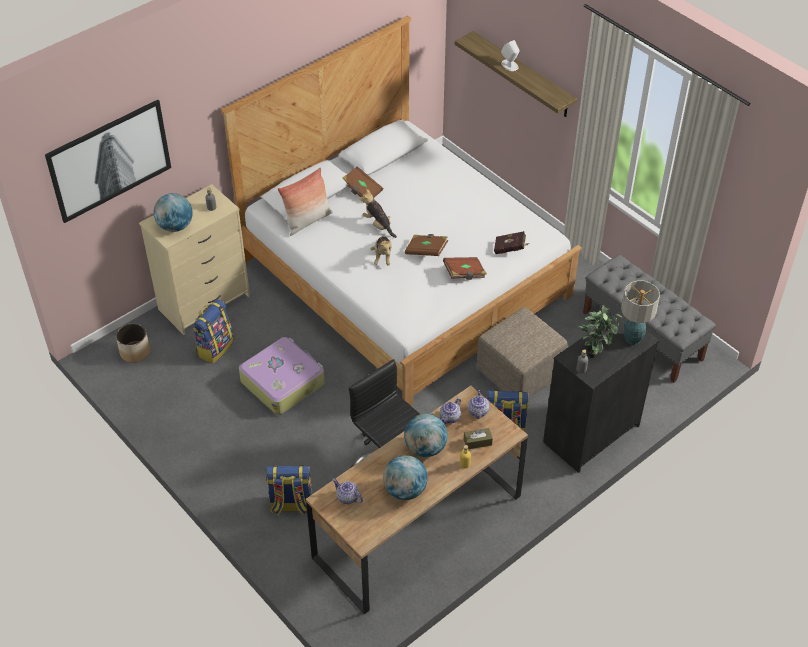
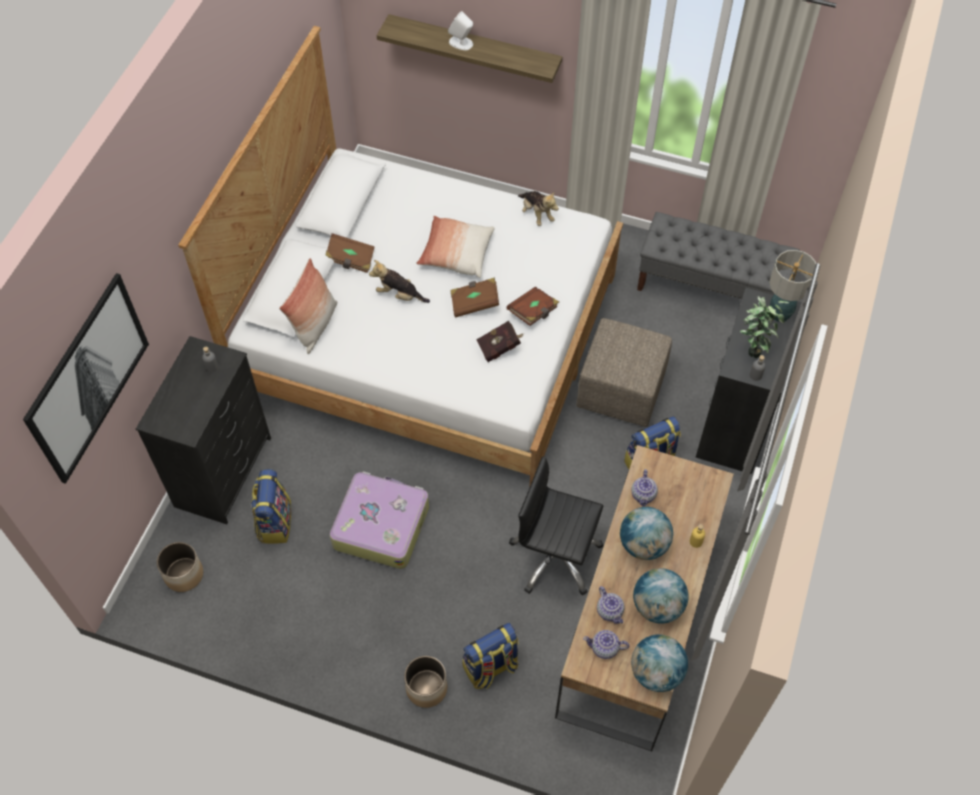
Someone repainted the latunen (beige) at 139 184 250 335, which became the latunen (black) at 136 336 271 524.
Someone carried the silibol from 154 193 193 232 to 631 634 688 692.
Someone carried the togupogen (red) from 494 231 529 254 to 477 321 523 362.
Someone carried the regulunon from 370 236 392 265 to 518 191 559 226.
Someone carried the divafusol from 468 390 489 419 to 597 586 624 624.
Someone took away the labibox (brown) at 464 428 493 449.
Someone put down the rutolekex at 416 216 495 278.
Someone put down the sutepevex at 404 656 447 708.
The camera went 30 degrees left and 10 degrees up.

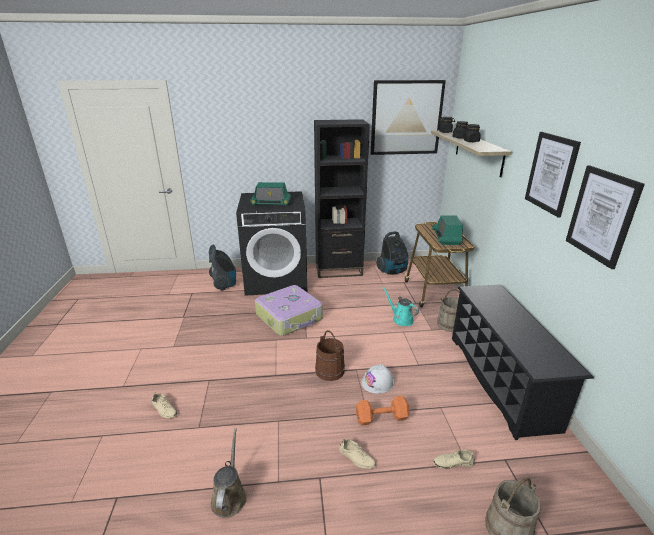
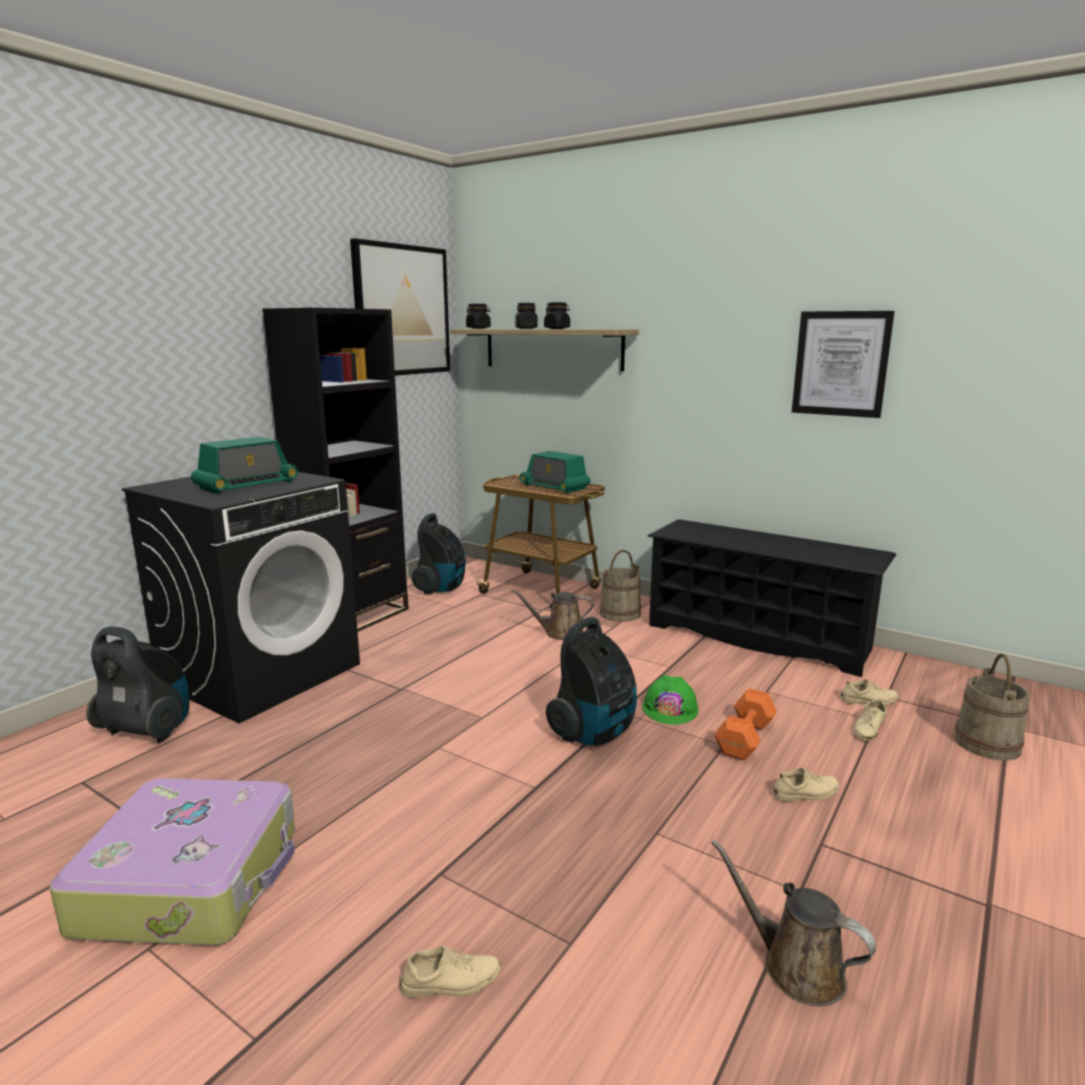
Someone took away the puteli at 525 132 581 217.
Someone carried the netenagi from 255 285 323 336 to 50 778 295 945.
Someone repainted the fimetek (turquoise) at 382 287 419 326, which became the fimetek (brown) at 512 589 593 640.
Someone swapped the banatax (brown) at 315 330 345 381 for the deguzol at 546 617 637 746.
Someone repainted the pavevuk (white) at 361 364 394 394, which became the pavevuk (green) at 642 675 698 725.
Someone put down the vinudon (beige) at 840 679 898 705.
The camera went 50 degrees left and 10 degrees down.

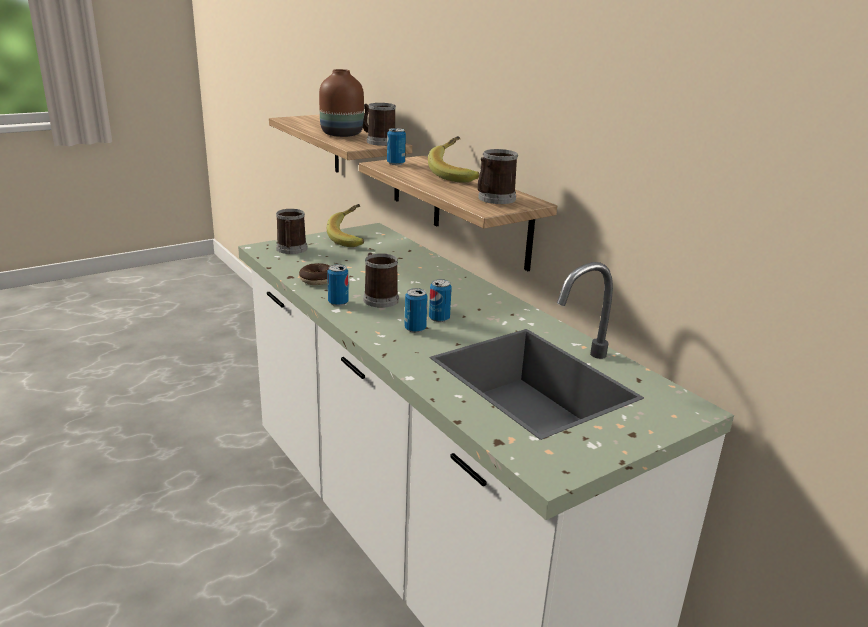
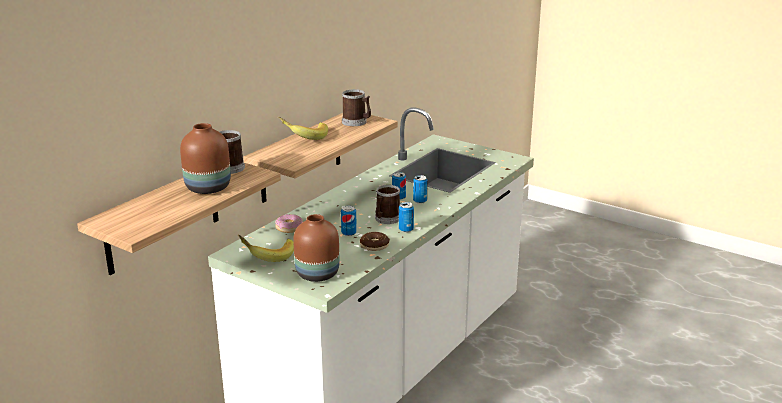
Someone carried the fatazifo from 387 128 406 165 to 341 205 357 236.
Someone swapped the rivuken at 276 209 307 254 for the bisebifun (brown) at 293 214 340 282.
Someone put down the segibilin at 275 214 303 233.
The camera went 110 degrees left and 0 degrees up.

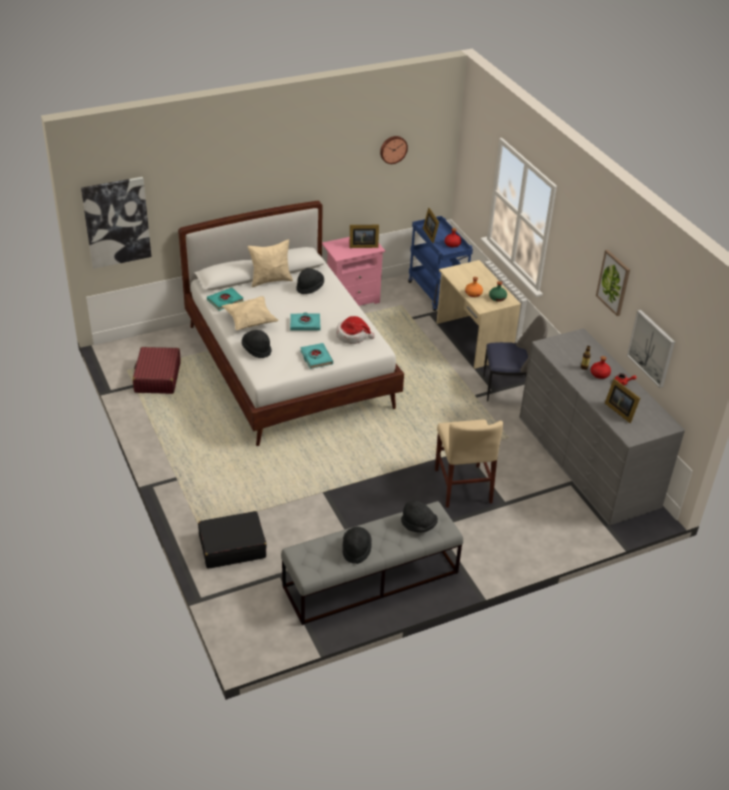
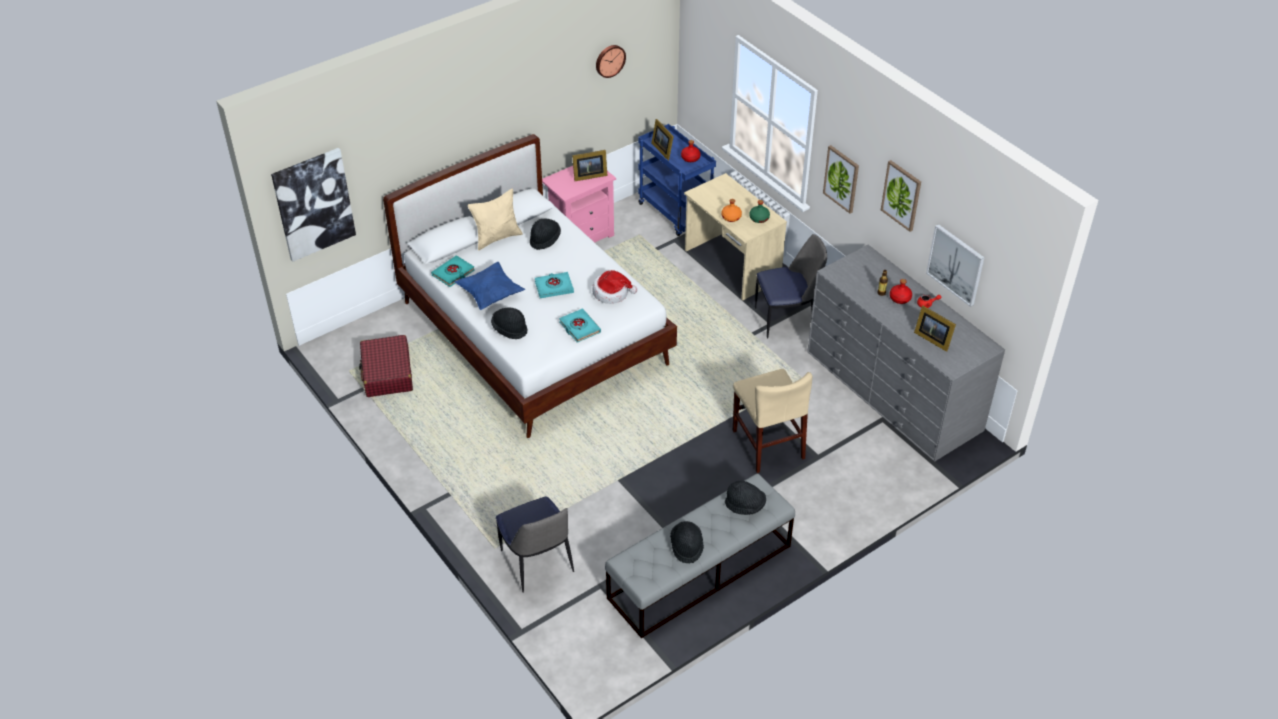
Someone repainted the rutolekex (beige) at 222 296 279 330, which became the rutolekex (blue) at 454 262 525 310.
Someone swapped the netenagi (black) at 198 511 267 569 for the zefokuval at 496 497 574 593.
Someone put up the puteli at 823 145 859 214.
The camera went 10 degrees left and 5 degrees up.

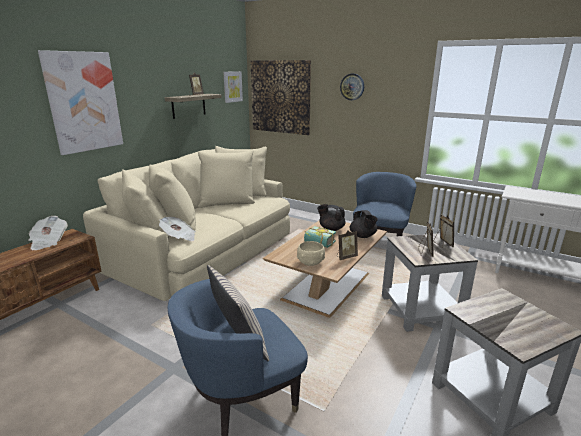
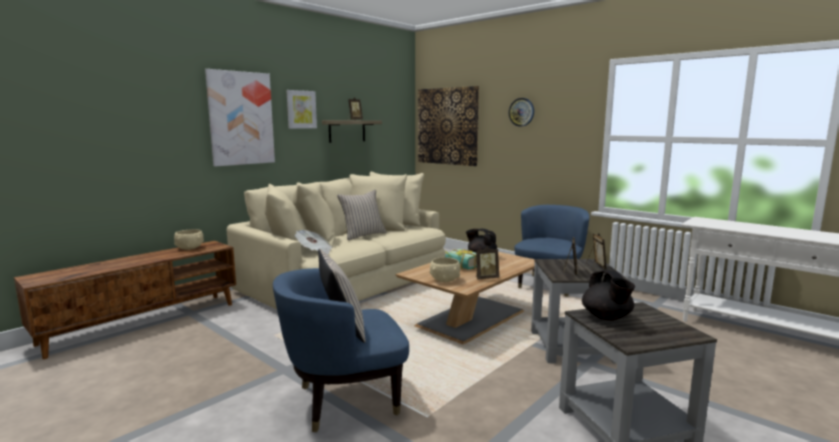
Someone carried the puteli from 223 71 243 103 to 286 90 317 129.
Someone carried the divafusol (black) from 350 210 378 238 to 582 271 635 321.
Someone swapped the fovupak at 29 216 68 250 for the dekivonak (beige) at 174 229 204 250.
Someone put down the rutolekex (beige) at 337 190 387 240.
The camera went 10 degrees right and 10 degrees down.

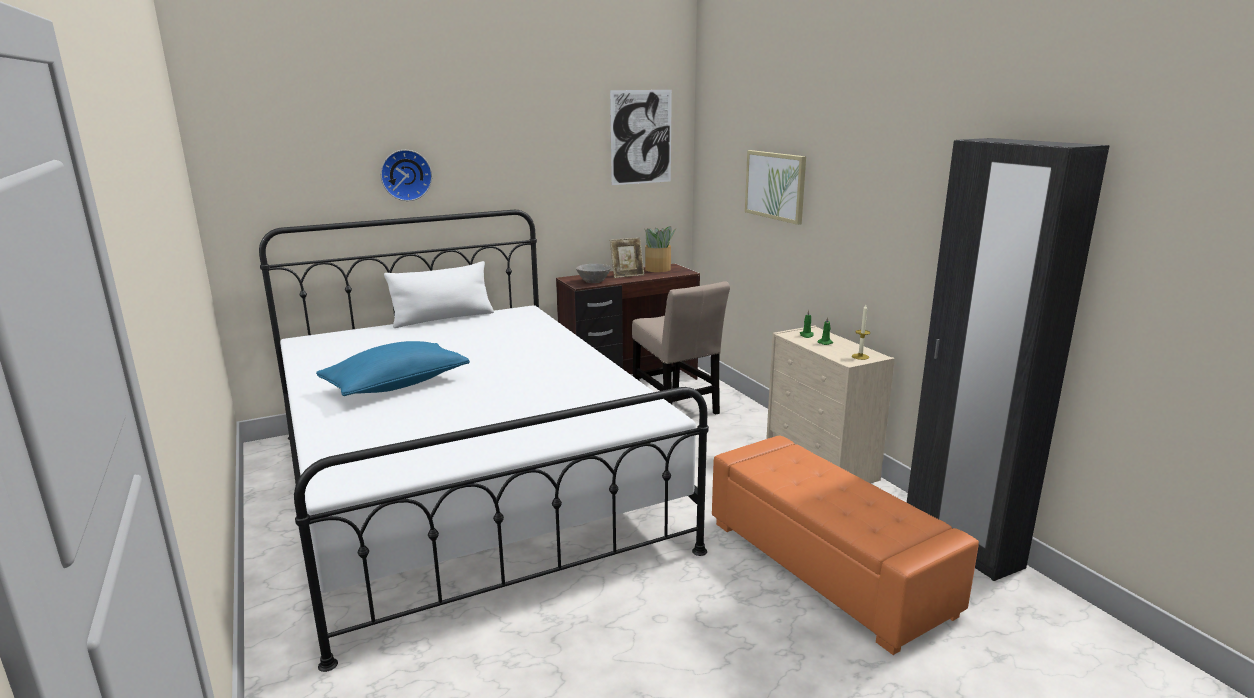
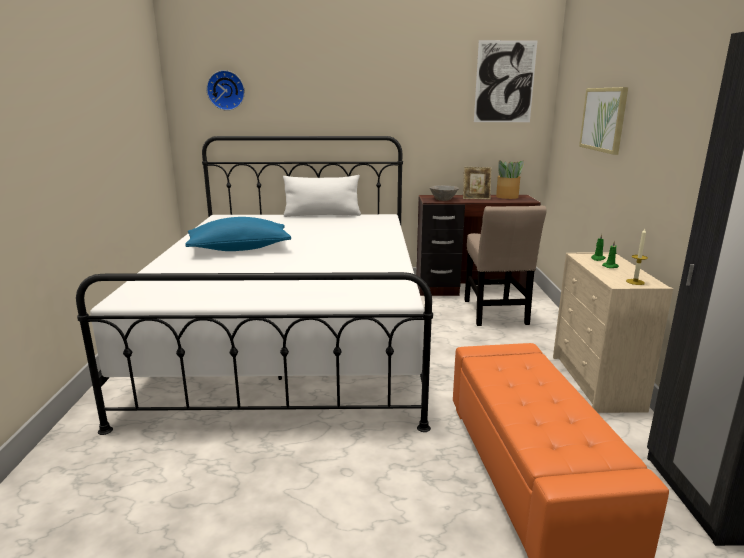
Someone carried the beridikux from 380 150 432 201 to 206 70 245 111.
The camera went 25 degrees right and 0 degrees up.

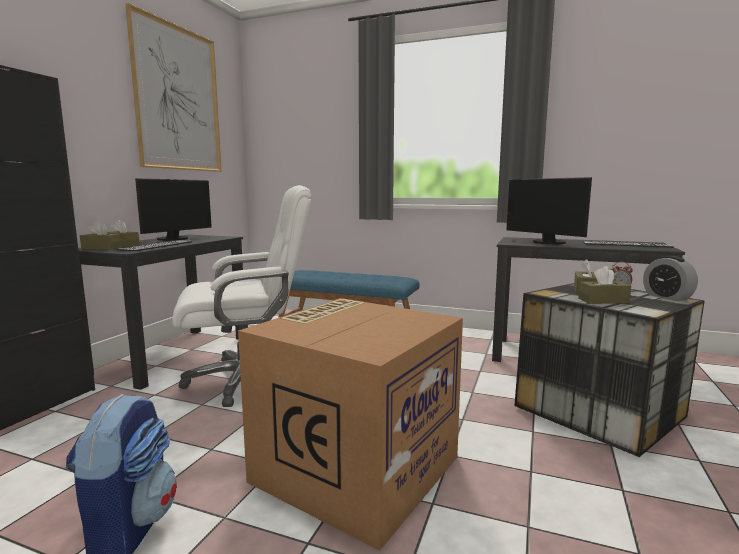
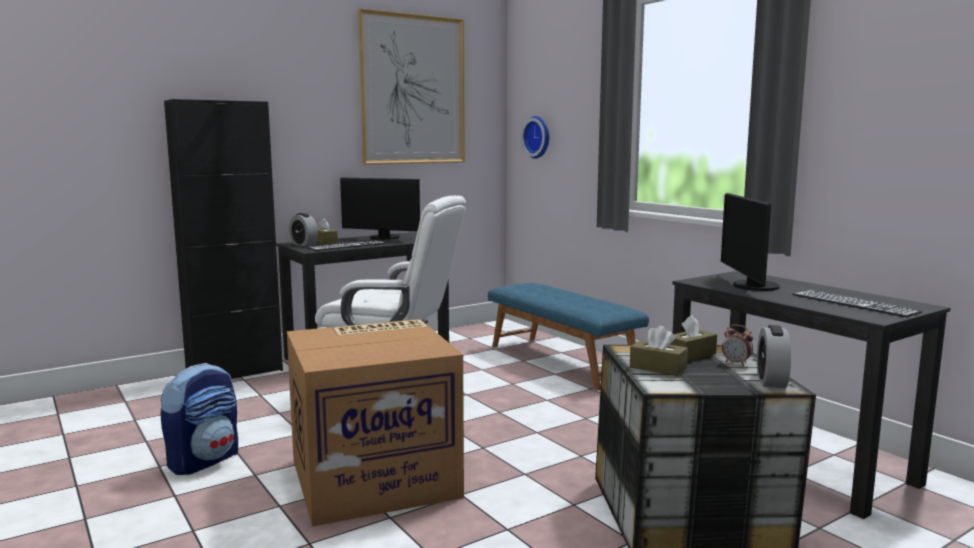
Someone rotated the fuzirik at 135 178 212 241 by 45 degrees clockwise.
Someone swapped the labibox (brown) at 80 221 122 250 for the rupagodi at 289 213 318 246.
Someone put up the beridikux at 521 116 549 159.
The camera went 35 degrees right and 0 degrees up.

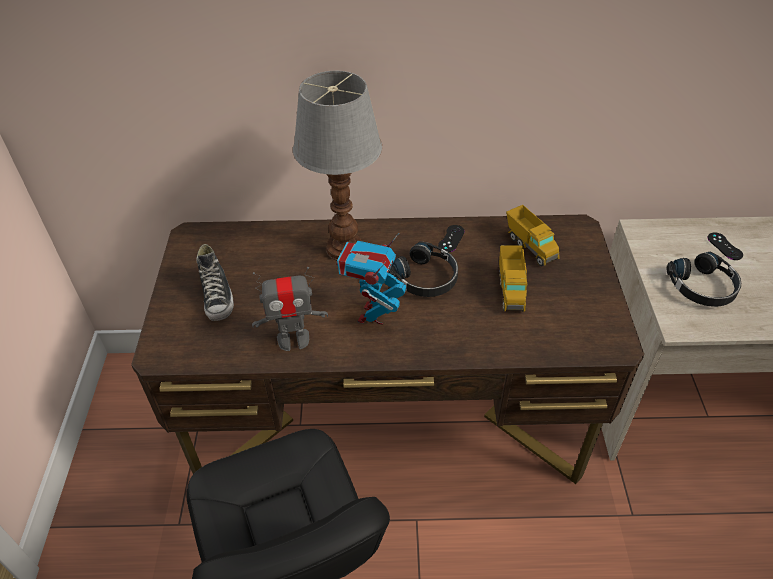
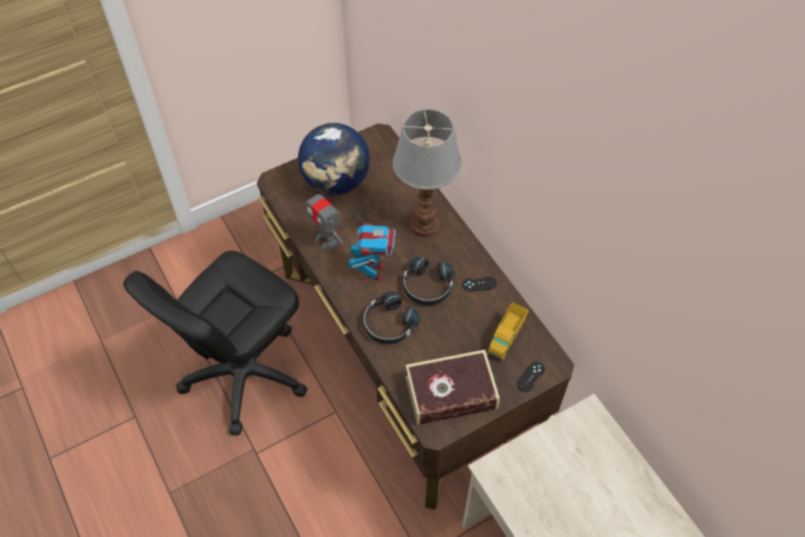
Someone rotated the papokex at 336 233 406 325 by 105 degrees clockwise.
Someone carried the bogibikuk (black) from 708 233 743 260 to 517 362 545 392.
Someone swapped the vinudon at 196 244 234 321 for the silibol at 298 123 370 195.
Someone took away the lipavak at 499 245 527 312.
Someone carried the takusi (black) from 666 252 741 307 to 363 291 421 344.
Someone put down the togupogen at 406 350 500 425.
The camera went 60 degrees right and 10 degrees up.

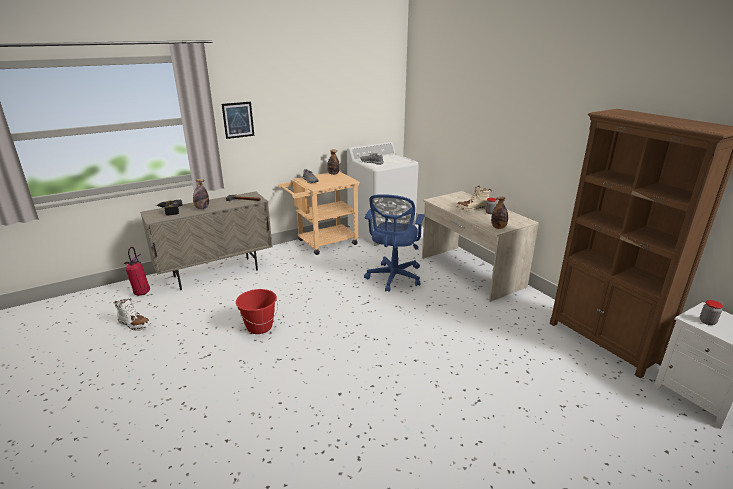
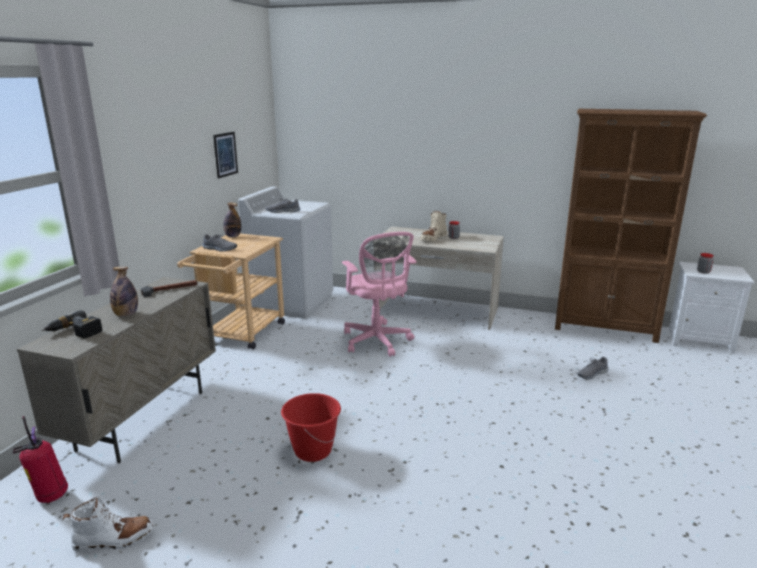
Someone carried the puteli from 222 102 254 139 to 213 132 238 179.
Someone repainted the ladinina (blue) at 364 194 425 292, which became the ladinina (pink) at 342 232 417 357.
Someone took away the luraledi at 491 197 508 229.
Someone put down the vinudon (grey) at 577 357 608 380.
The camera went 40 degrees left and 5 degrees down.

